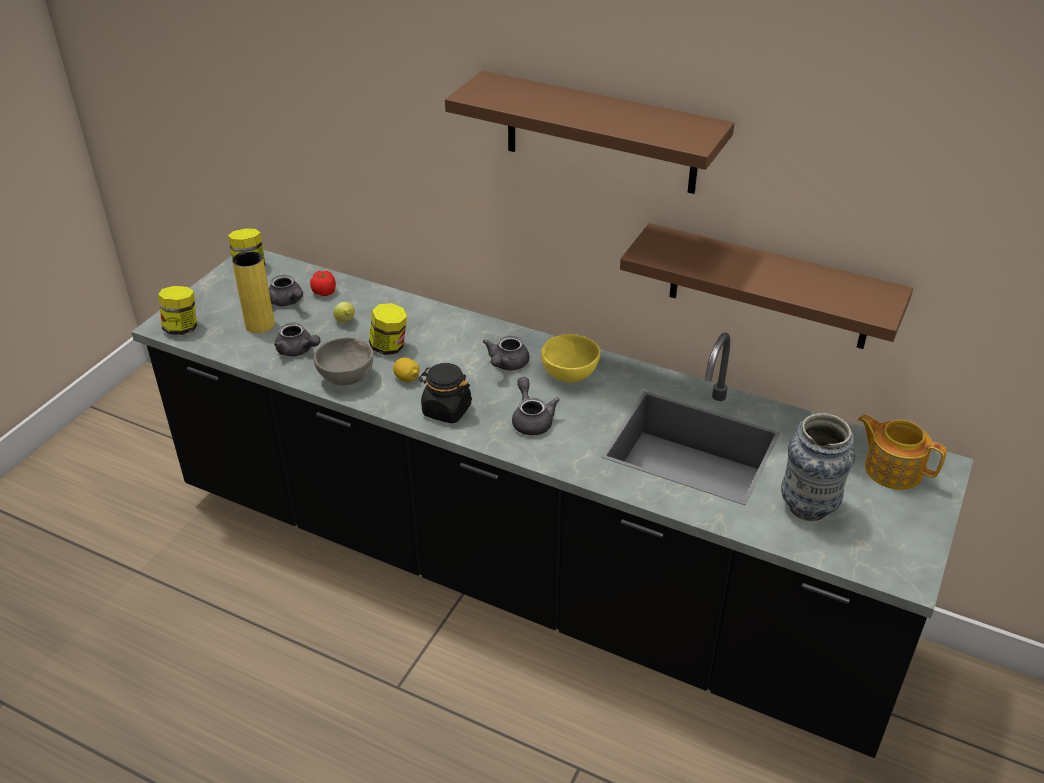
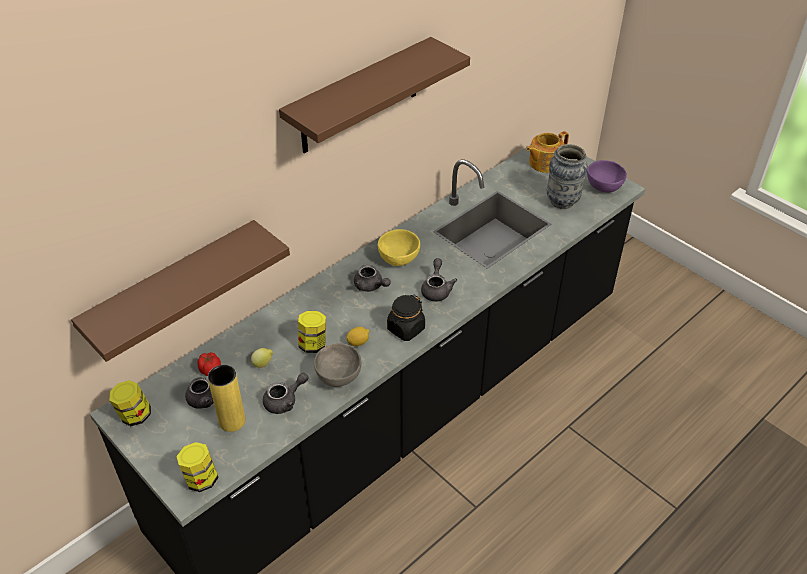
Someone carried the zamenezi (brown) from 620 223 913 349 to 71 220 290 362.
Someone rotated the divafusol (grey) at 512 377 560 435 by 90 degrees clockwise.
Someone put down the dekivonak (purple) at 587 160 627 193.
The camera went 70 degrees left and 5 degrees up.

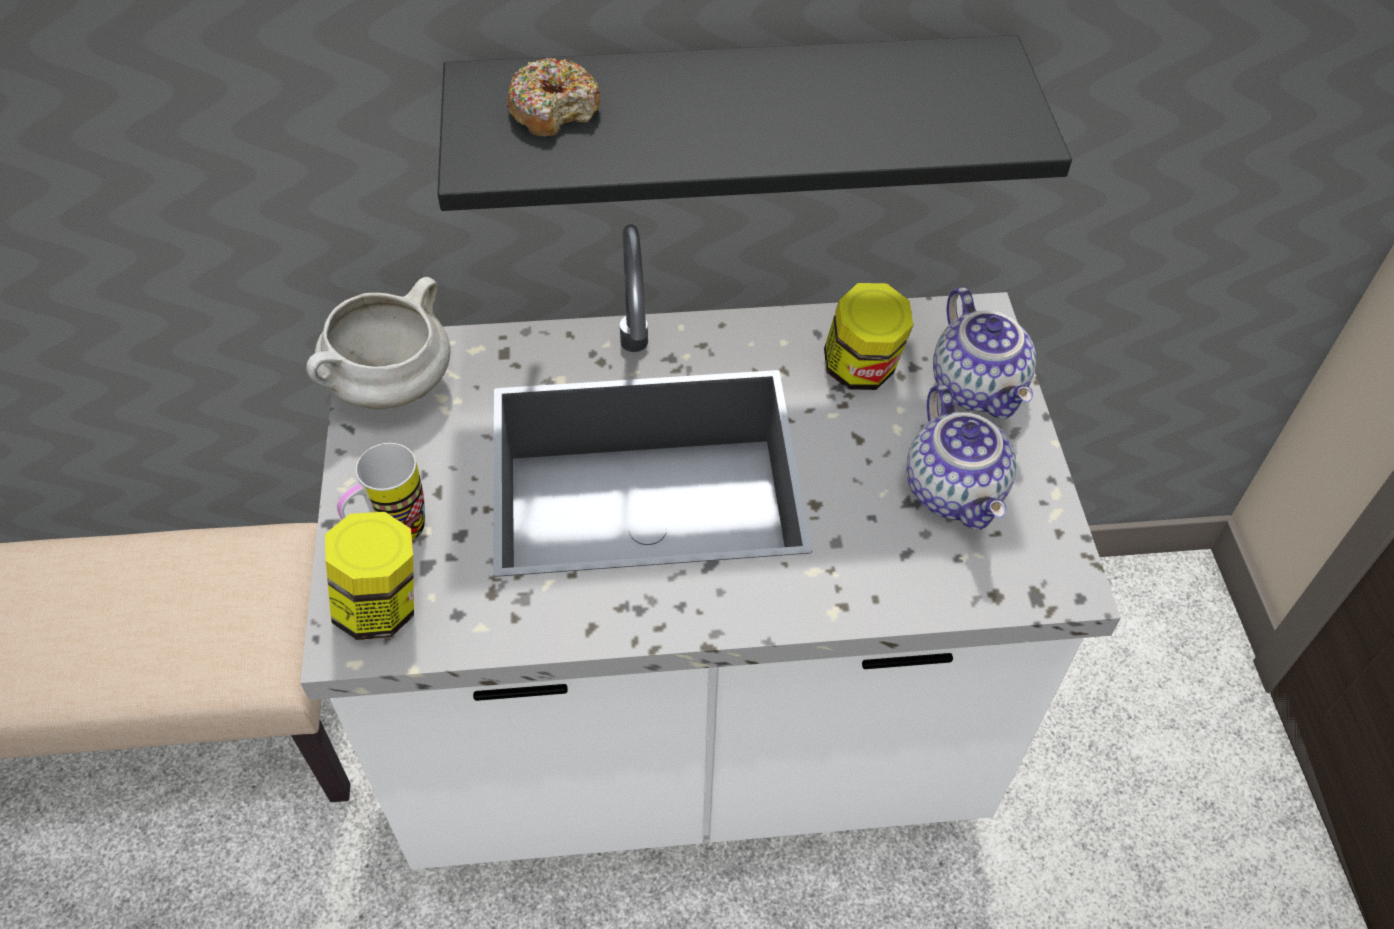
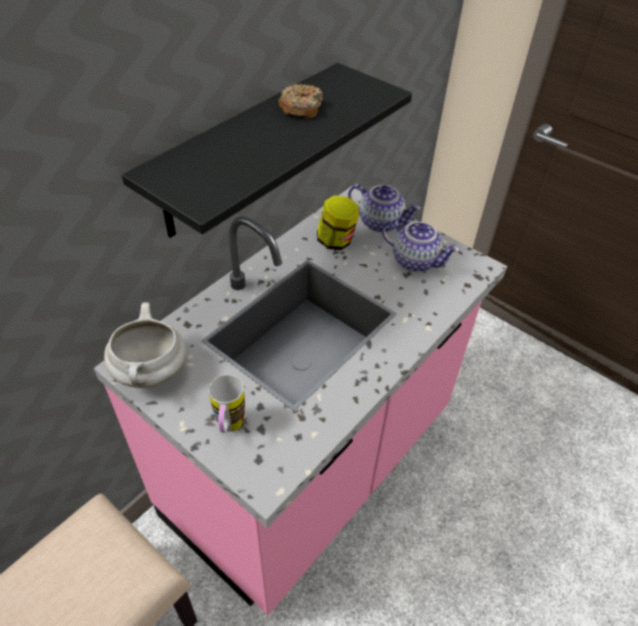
Someone carried the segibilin from 507 58 600 137 to 279 84 323 119.
Someone repainted the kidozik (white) at 300 224 1121 869, which became the kidozik (pink) at 94 187 507 615.
Someone took away the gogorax at 325 512 414 640.
The camera went 45 degrees left and 5 degrees down.

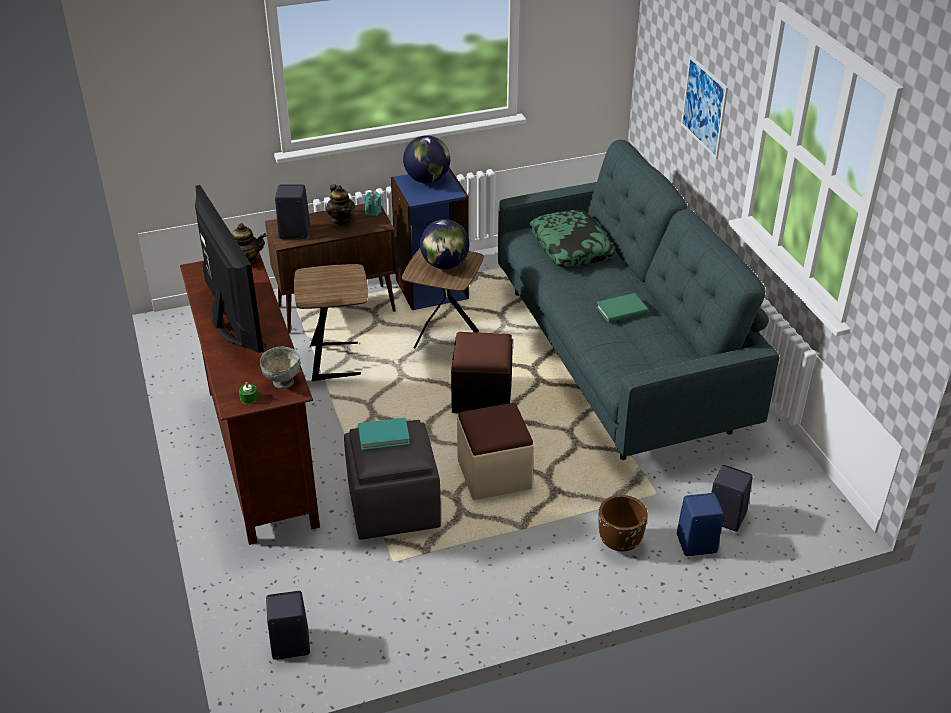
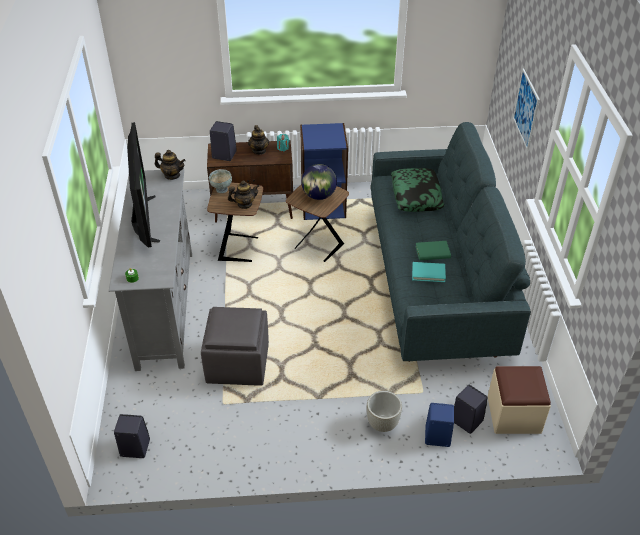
Someone took away the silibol at 403 135 450 183.
Someone repainted the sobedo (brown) at 180 252 320 545, which became the sobedo (grey) at 109 169 192 371.
Someone took away the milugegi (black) at 451 332 513 413.
Someone carried the dekivonak (grey) from 260 347 301 389 to 209 169 232 193.
Someone carried the milugegi (beige) from 457 403 534 500 to 488 366 551 434.
Someone carried the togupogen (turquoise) from 358 418 410 450 to 412 262 446 282.
Someone repainted the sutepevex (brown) at 598 495 648 551, which became the sutepevex (grey) at 367 391 402 432.
Someone put down the divafusol at 228 180 259 209.
The camera went 15 degrees right and 5 degrees up.

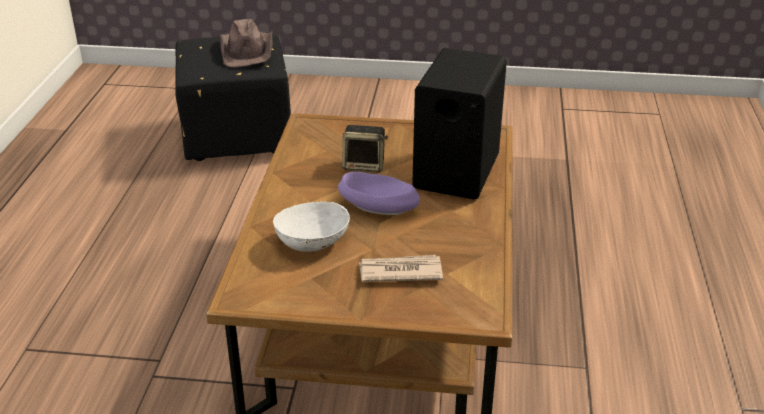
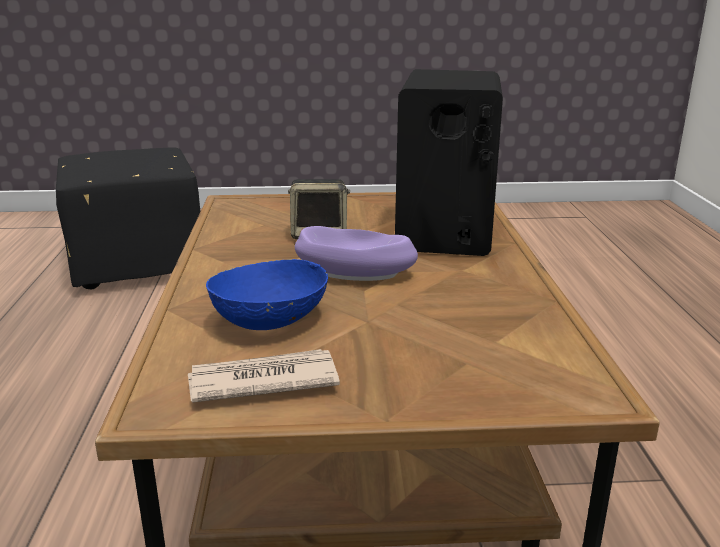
Someone took away the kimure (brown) at 220 19 273 67.
Someone repainted the dekivonak (white) at 273 201 350 252, which became the dekivonak (blue) at 206 259 328 330.
Someone carried the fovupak from 359 255 443 282 to 188 349 340 402.
The camera went 10 degrees left and 10 degrees down.

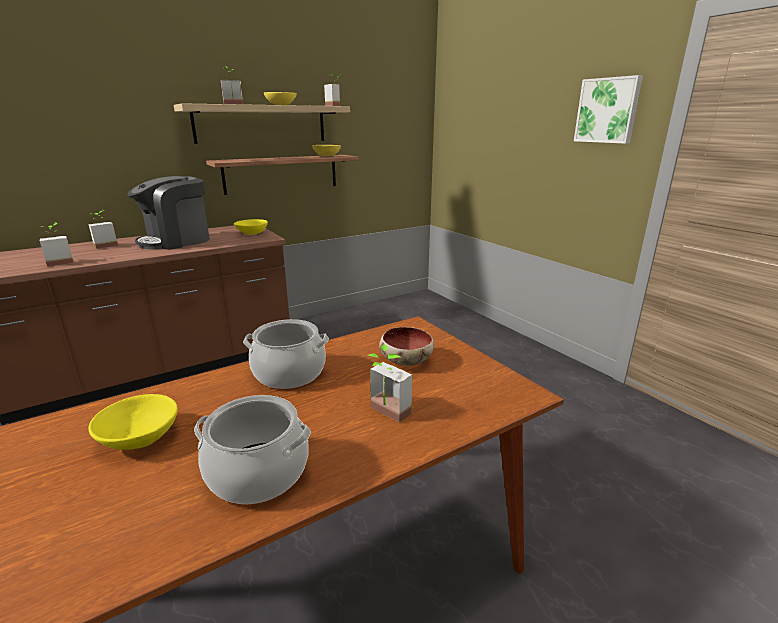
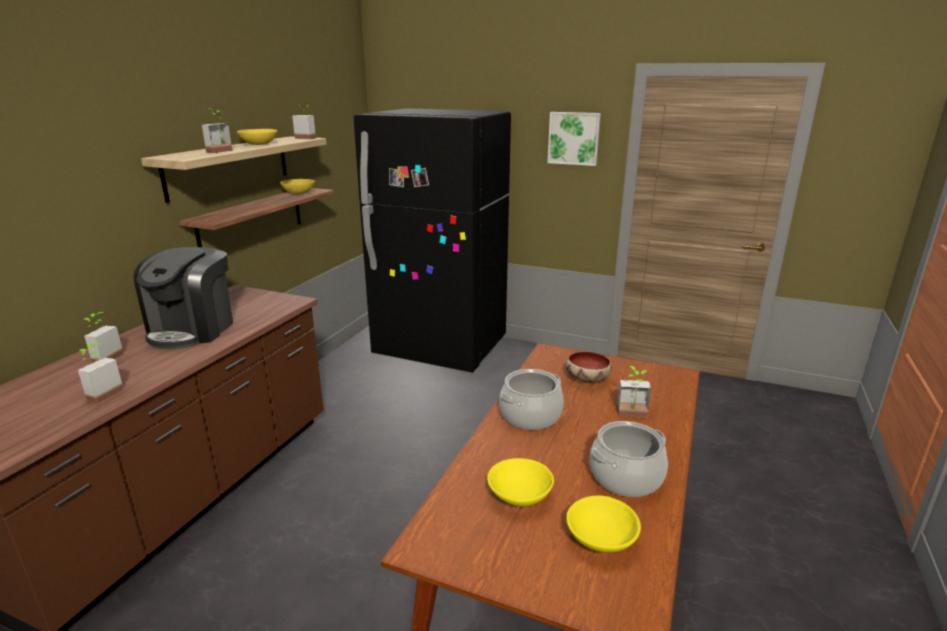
Someone carried the dekivonak (yellow) from 234 219 268 235 to 566 496 641 553.
Someone put down the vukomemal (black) at 354 108 511 373.
The camera went 35 degrees left and 0 degrees up.

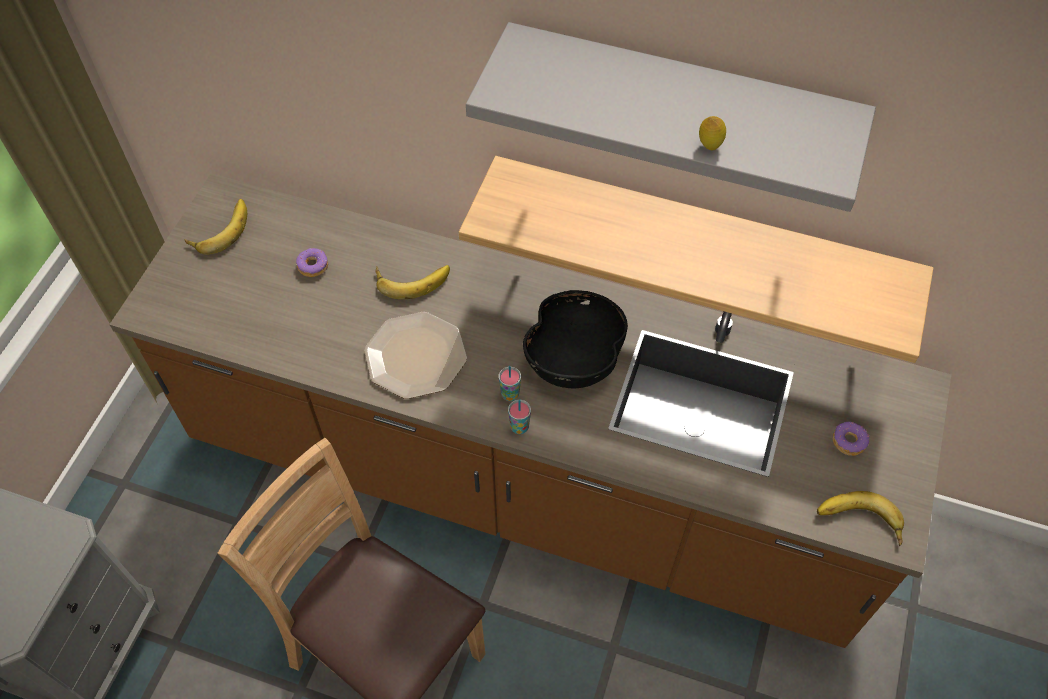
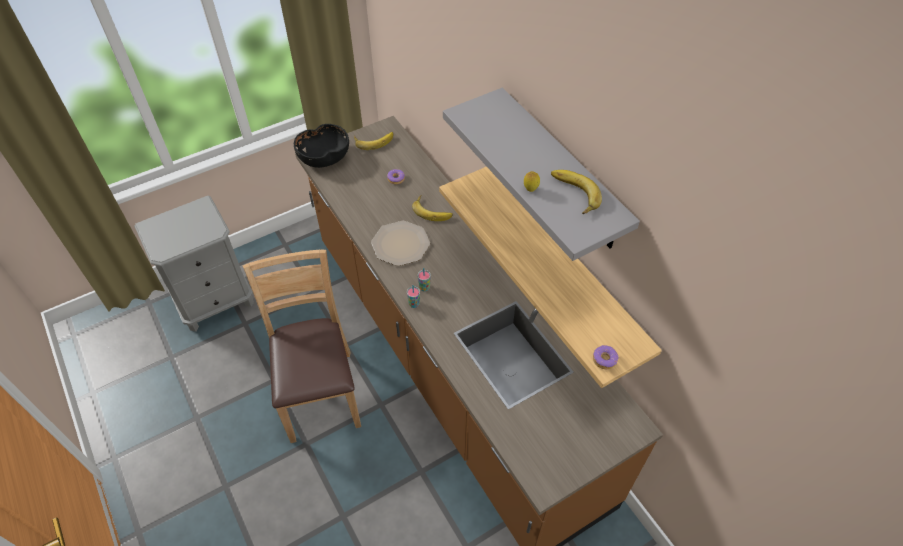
Someone carried the dekivonak (black) from 523 290 628 388 to 294 124 349 168.
Someone carried the segibilin from 833 422 869 456 to 593 345 619 369.
Someone carried the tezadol from 817 491 904 546 to 551 170 602 214.
The camera went 40 degrees right and 5 degrees down.

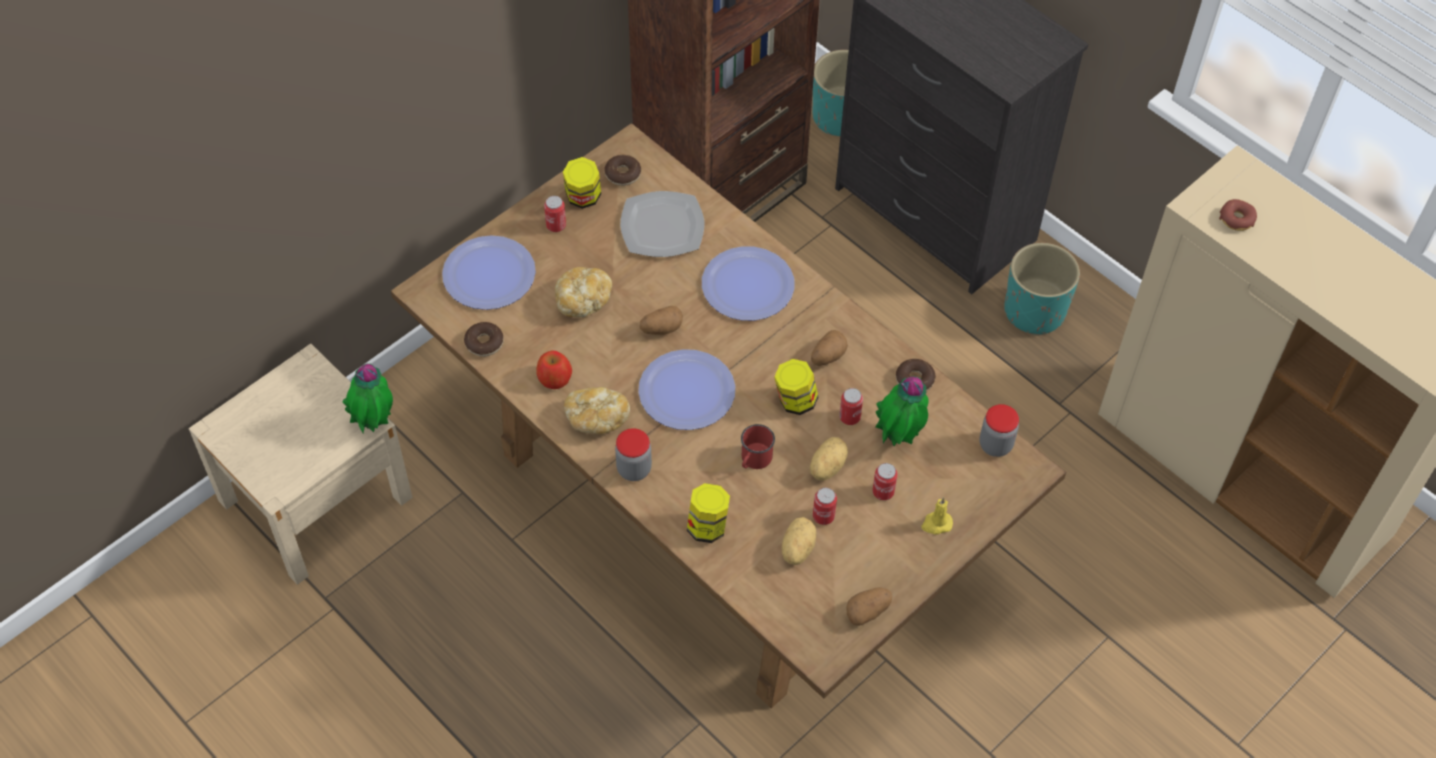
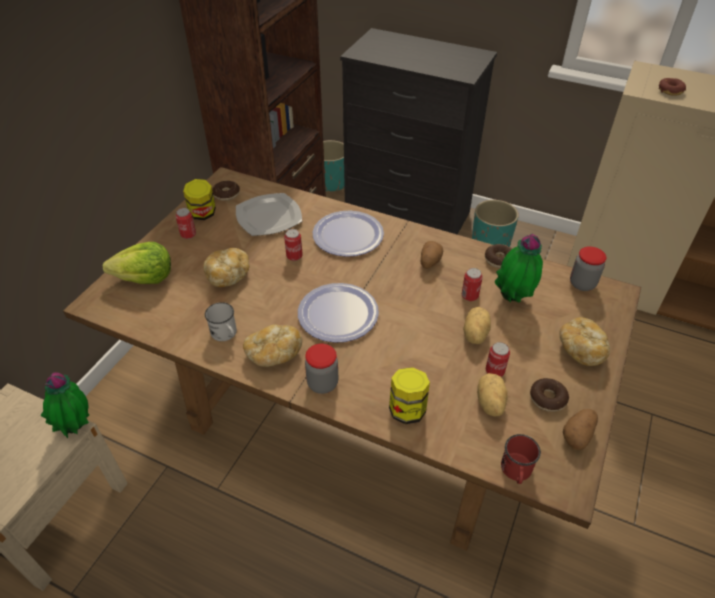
Someone swapped the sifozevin at 442 235 536 310 for the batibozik at 103 242 171 284.
Someone took away the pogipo at 640 306 683 335.
Someone carried the segibilin from 464 322 504 357 to 530 378 569 412.
Someone swapped the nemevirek at 536 351 572 389 for the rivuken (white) at 205 302 237 341.
Someone took away the gogorax at 774 359 818 415.
Someone carried the rivuken (red) from 741 424 775 469 to 501 434 541 484.
Someone carried the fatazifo from 873 463 898 500 to 284 229 303 261.
Someone swapped the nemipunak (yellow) at 922 497 953 535 for the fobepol at 559 317 610 366.
The camera went 20 degrees left and 10 degrees down.

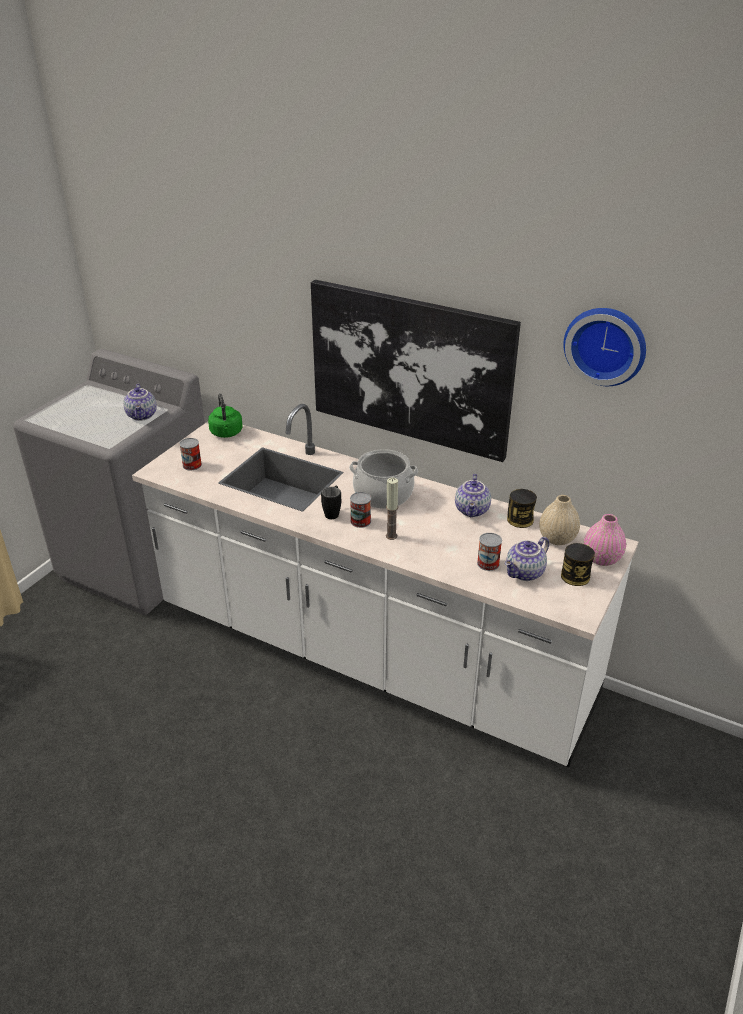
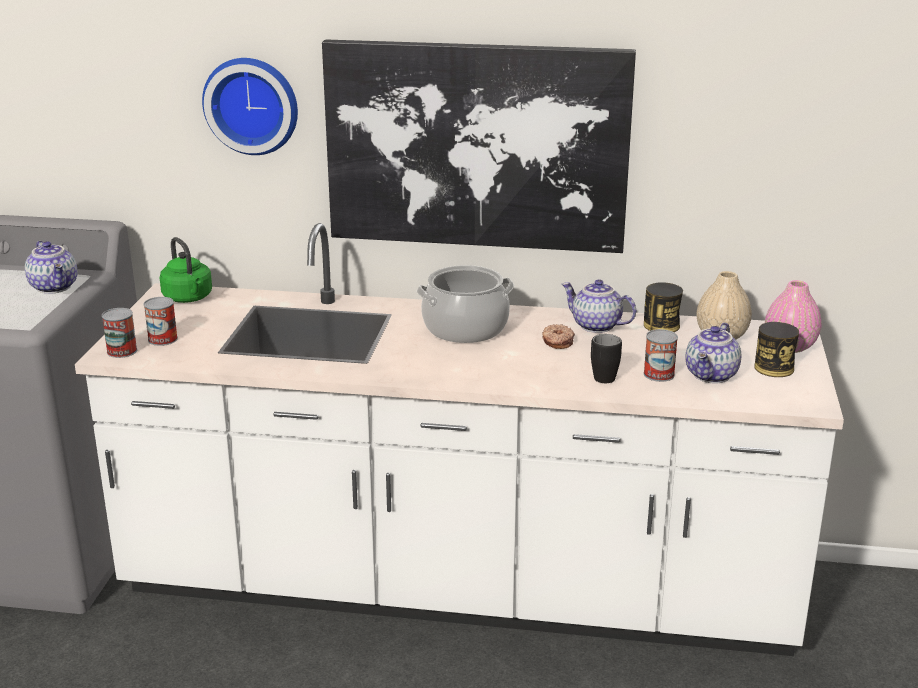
Someone carried the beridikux from 563 308 646 386 to 202 58 298 155.
Someone rotated the divafusol at 455 474 491 517 by 135 degrees clockwise.
Someone took away the nemipunak at 386 477 398 540.
Someone carried the rivuken (black) from 321 486 341 519 to 591 334 622 383.
Someone carried the fatazifo from 350 492 371 528 to 102 308 137 358.
Someone put down the segibilin at 542 324 575 349.
The camera went 20 degrees left and 10 degrees down.

